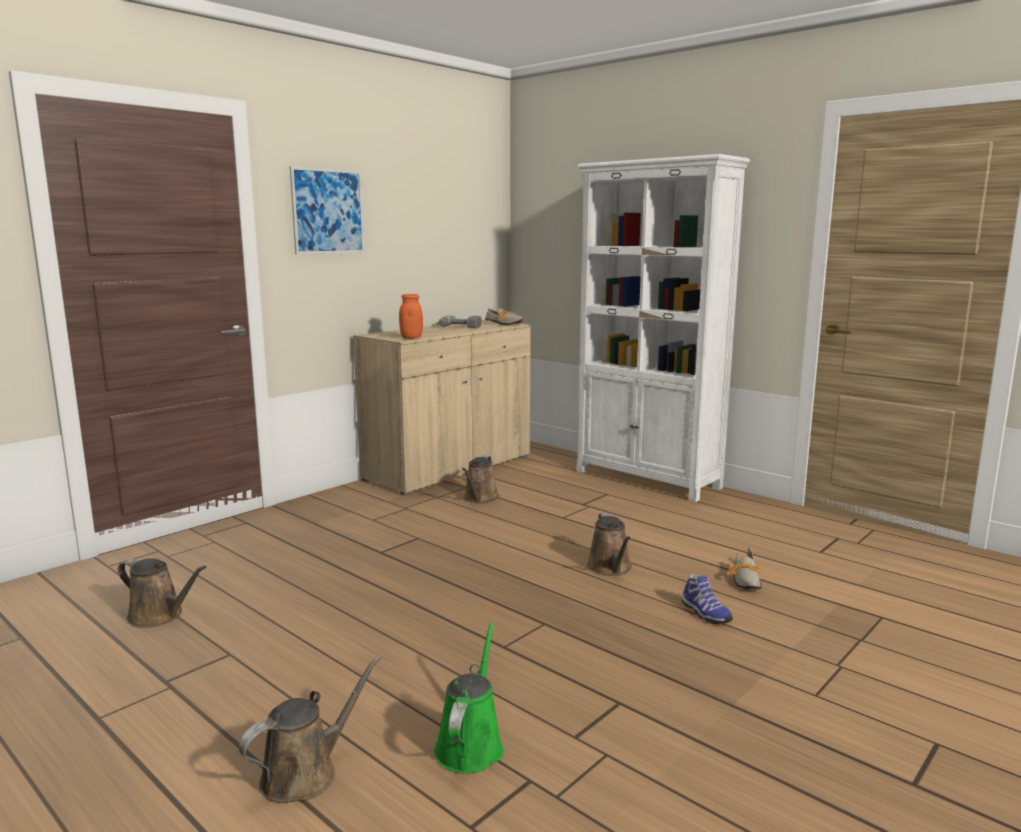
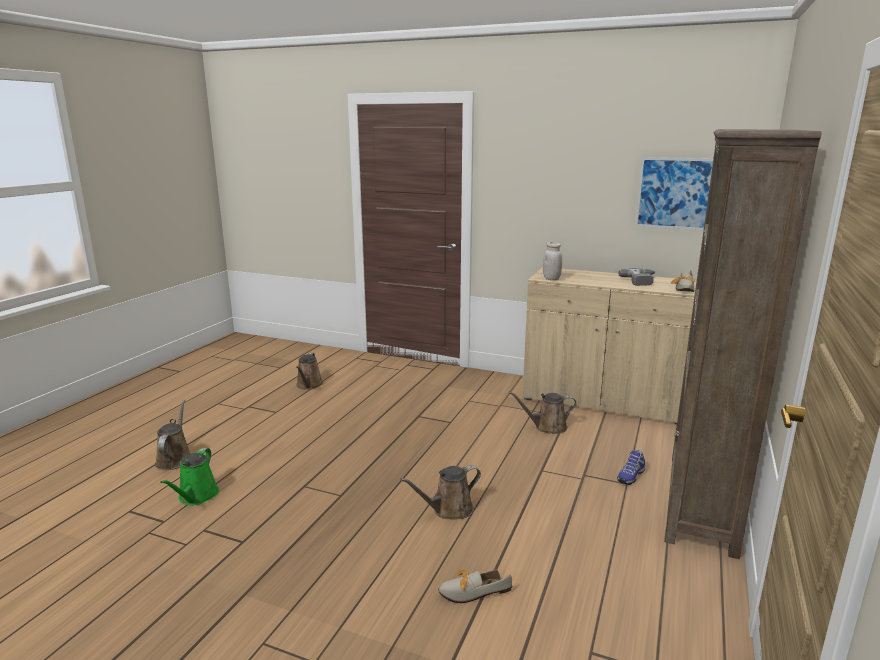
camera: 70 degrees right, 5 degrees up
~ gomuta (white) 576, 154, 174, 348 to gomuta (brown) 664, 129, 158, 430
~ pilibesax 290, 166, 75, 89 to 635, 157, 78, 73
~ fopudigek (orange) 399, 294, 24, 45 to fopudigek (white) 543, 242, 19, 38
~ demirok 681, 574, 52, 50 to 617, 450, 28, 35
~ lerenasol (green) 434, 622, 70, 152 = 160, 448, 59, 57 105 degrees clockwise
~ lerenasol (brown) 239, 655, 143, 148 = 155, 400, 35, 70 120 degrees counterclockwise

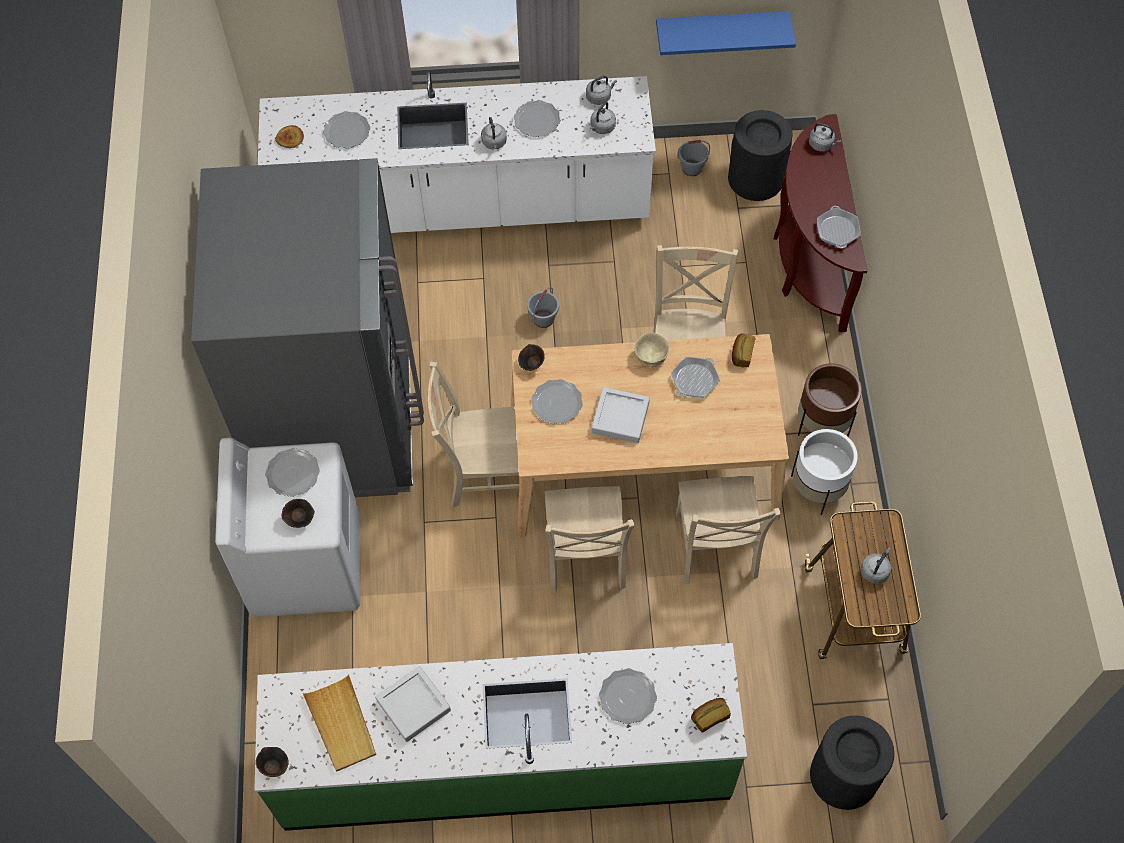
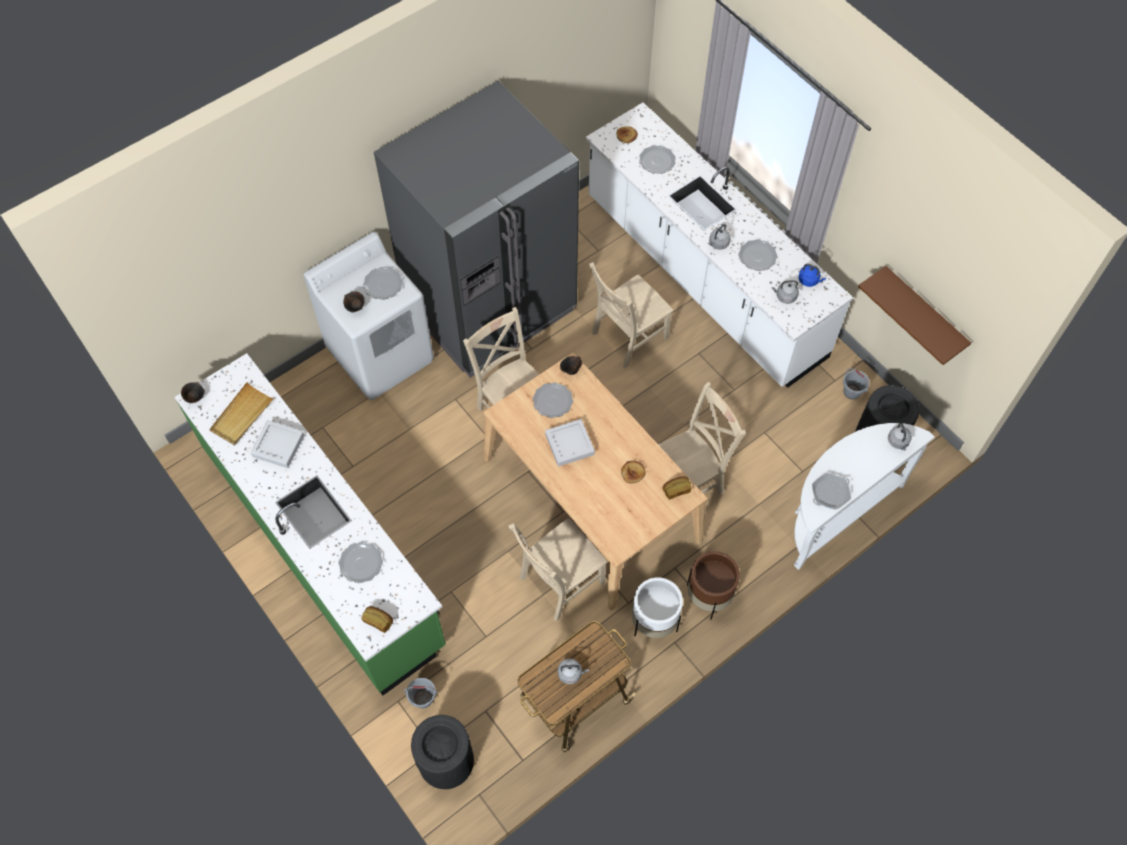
camera: 55 degrees right, 0 degrees up
~ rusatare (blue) 656, 11, 140, 44 to rusatare (brown) 858, 266, 113, 99
~ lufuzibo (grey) 586, 76, 31, 29 to lufuzibo (blue) 798, 264, 28, 23
~ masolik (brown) 774, 114, 93, 218 to masolik (white) 794, 423, 141, 147
~ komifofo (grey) 527, 287, 32, 41 to 404, 678, 33, 31
- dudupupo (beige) 634, 333, 36, 34
~ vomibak 671, 357, 49, 41 to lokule 621, 461, 25, 23
~ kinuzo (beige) 545, 486, 90, 108 to 589, 262, 84, 107

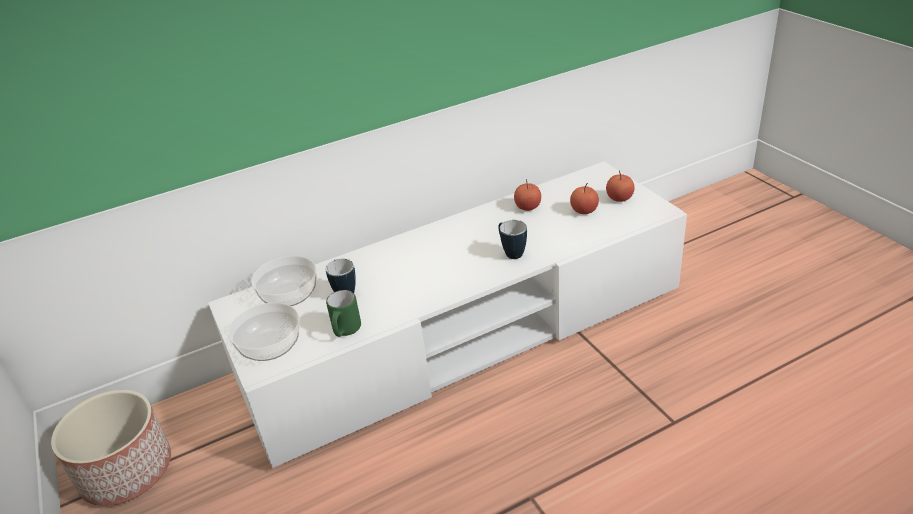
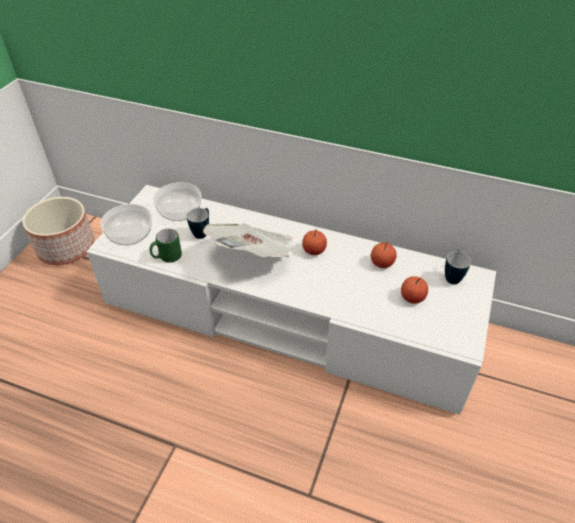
camera: 45 degrees right, 10 degrees up
~ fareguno 606, 170, 29, 32 to 302, 230, 25, 25
~ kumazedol 498, 220, 29, 39 to 445, 250, 26, 34
+ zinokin 203, 223, 90, 34

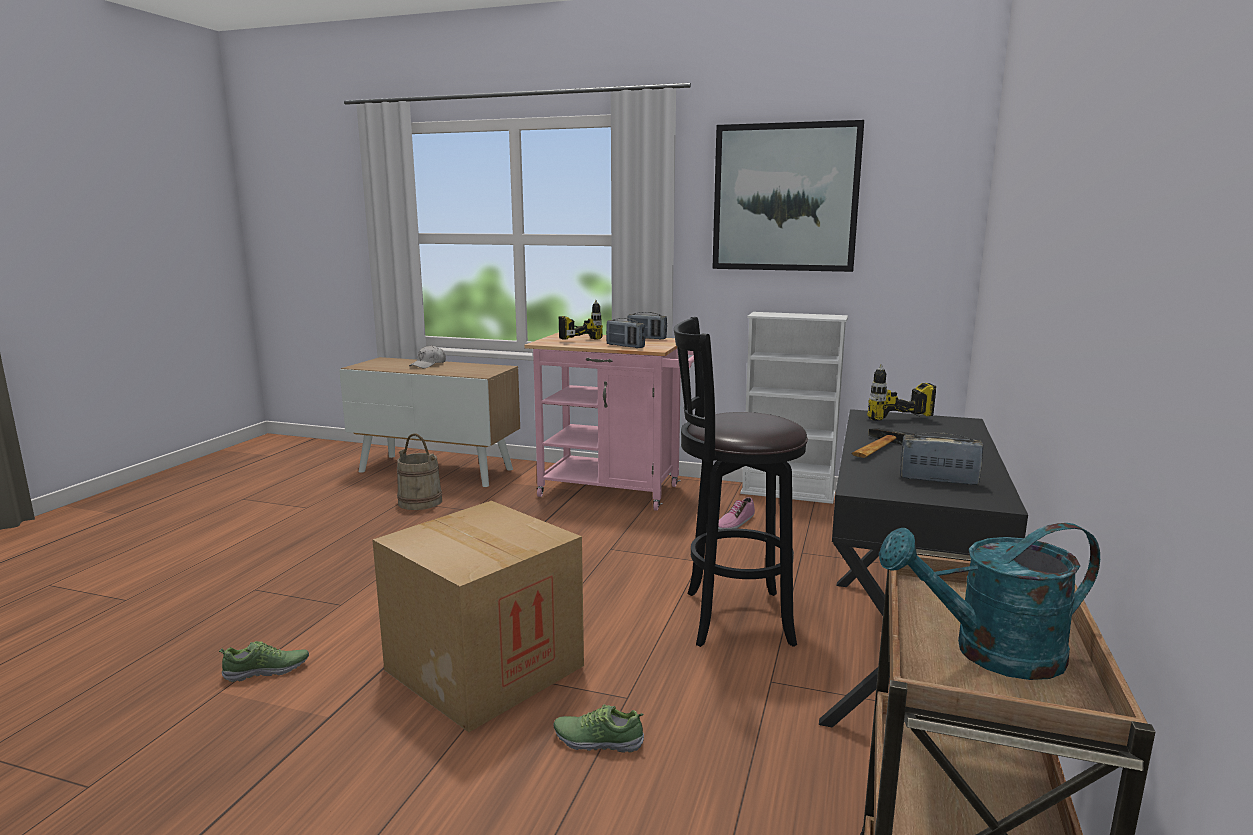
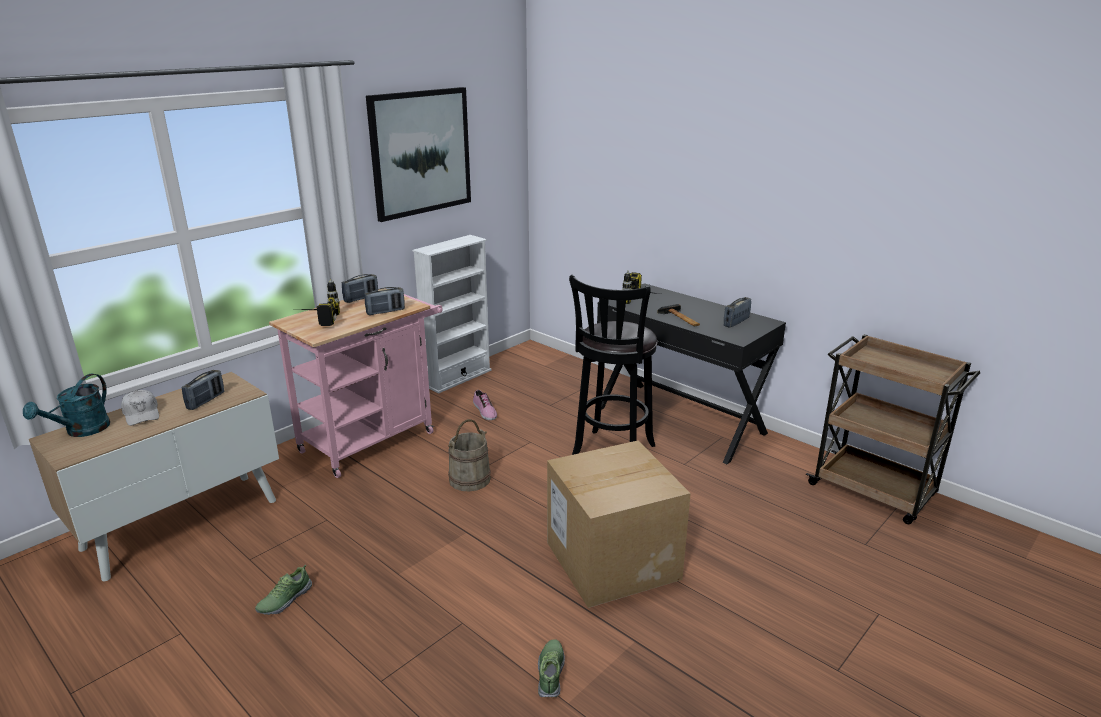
camera: 65 degrees left, 10 degrees up
~ komifofo (beige) 397, 433, 45, 77 to 448, 419, 43, 73
~ lerenasol (turquoise) 879, 523, 221, 157 to 23, 374, 87, 63
~ demirok 554, 704, 90, 49 to 255, 565, 57, 50
+ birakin 181, 370, 43, 40

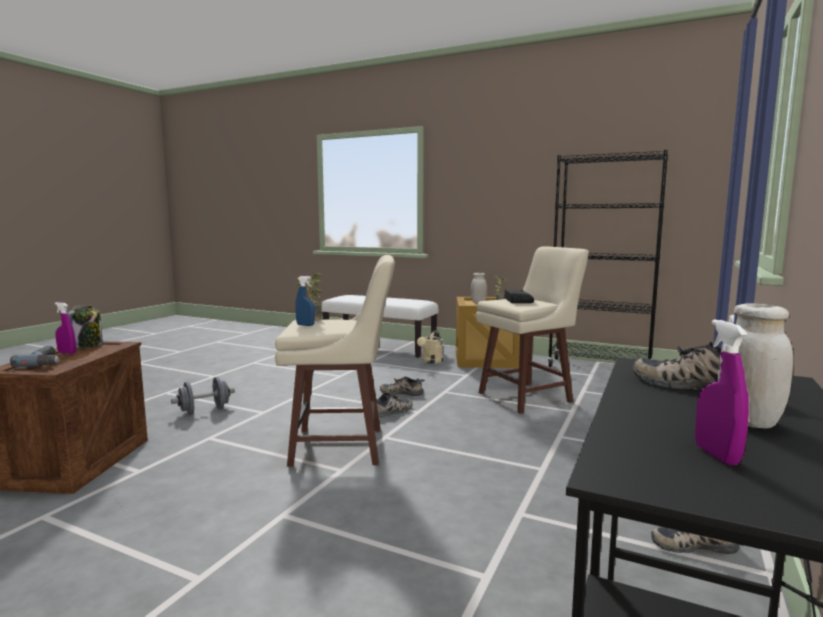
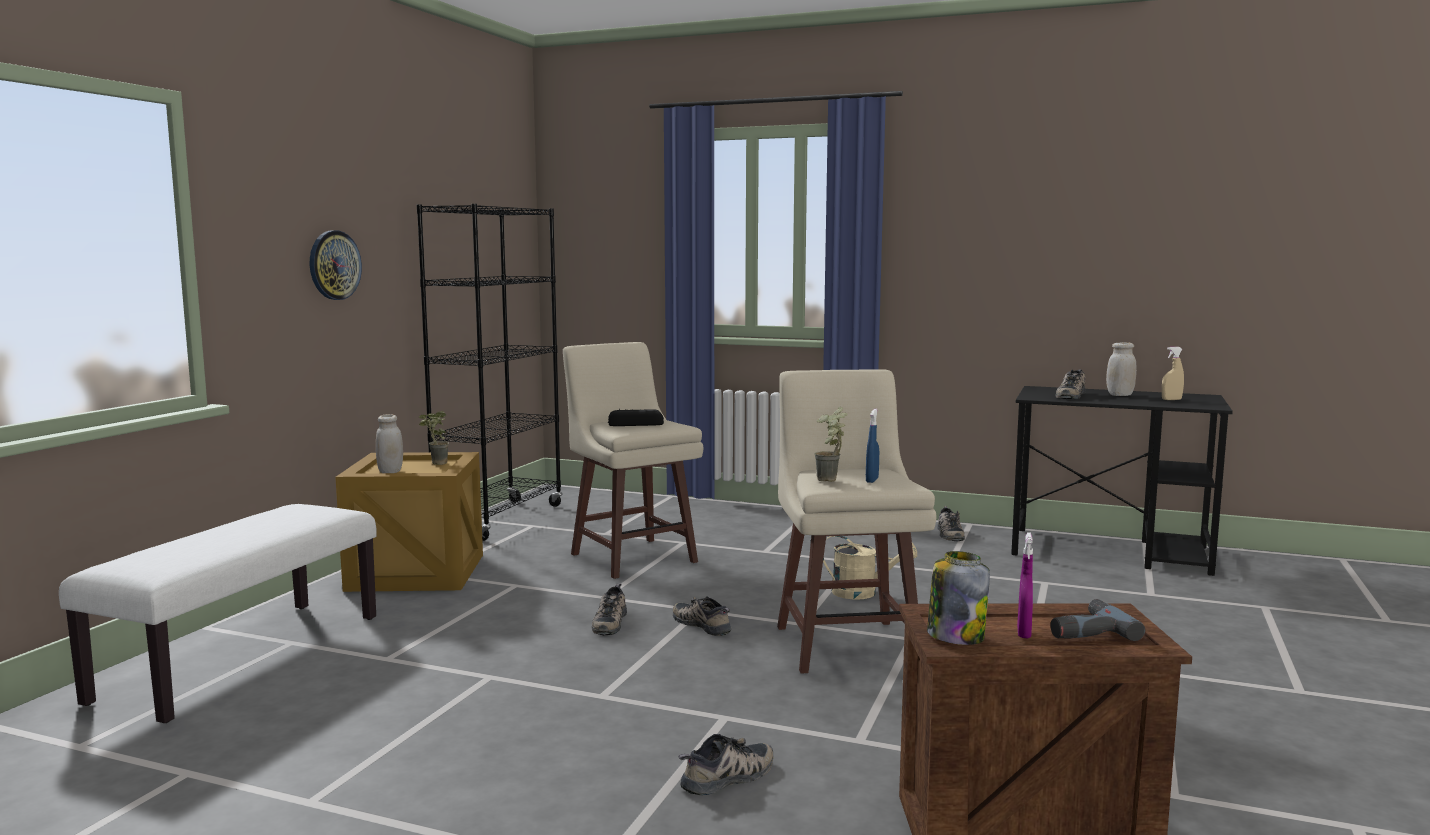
camera: 95 degrees left, 0 degrees up
~ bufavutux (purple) 695, 320, 54, 145 to bufavutux (beige) 1162, 347, 22, 53
~ lerenasol (beige) 417, 330, 26, 33 to 823, 536, 94, 63
~ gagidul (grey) 171, 377, 64, 38 to demirok 678, 734, 95, 61
+ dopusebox 310, 231, 52, 69

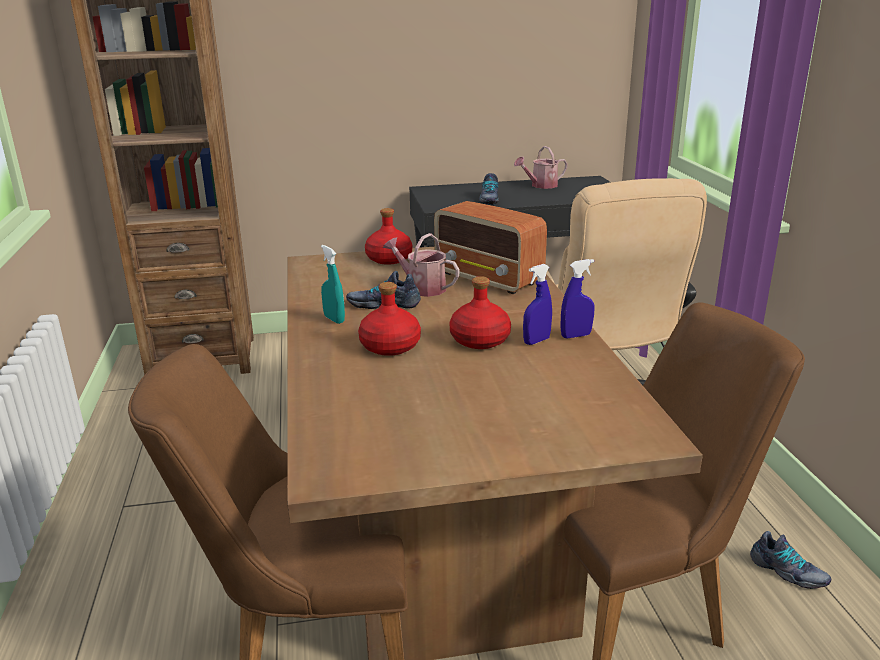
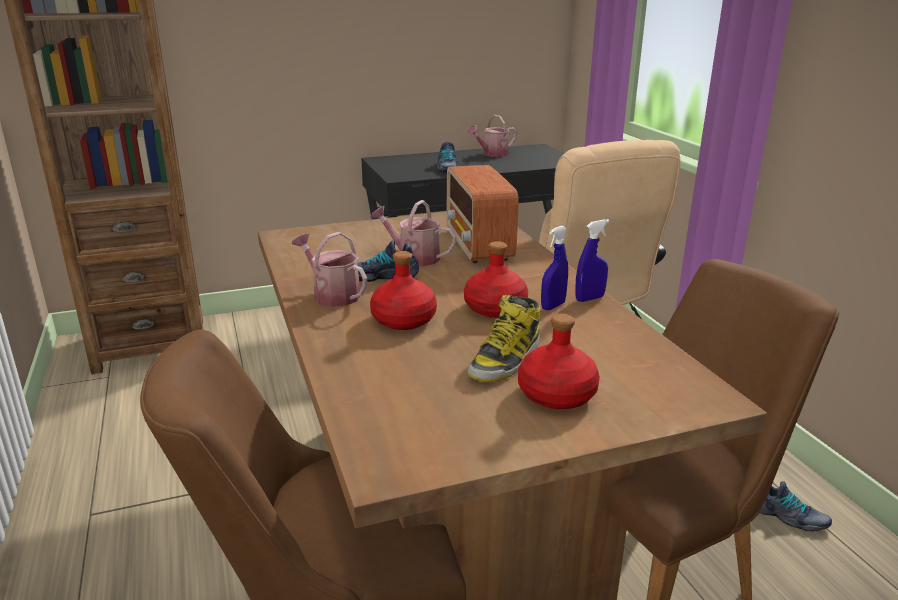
camera: 10 degrees left, 0 degrees up
~ birakin 434, 201, 113, 93 = 446, 165, 73, 98 45 degrees clockwise
~ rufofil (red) 365, 208, 47, 57 to 518, 314, 82, 95
~ bufavutux (turquoise) 321, 245, 24, 79 to lerenasol 292, 232, 75, 75
+ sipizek 468, 295, 73, 87

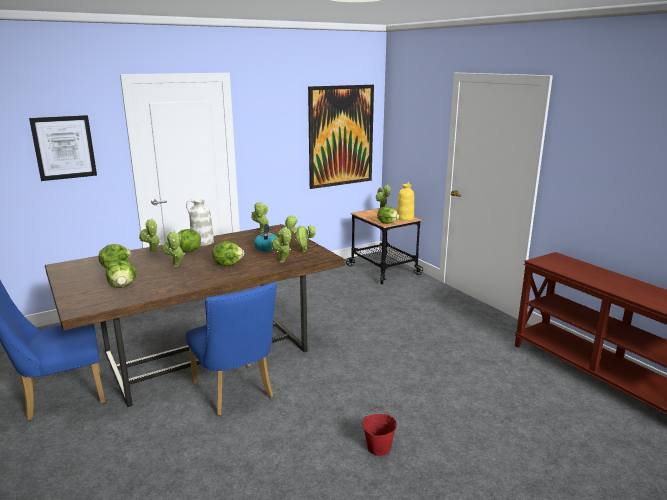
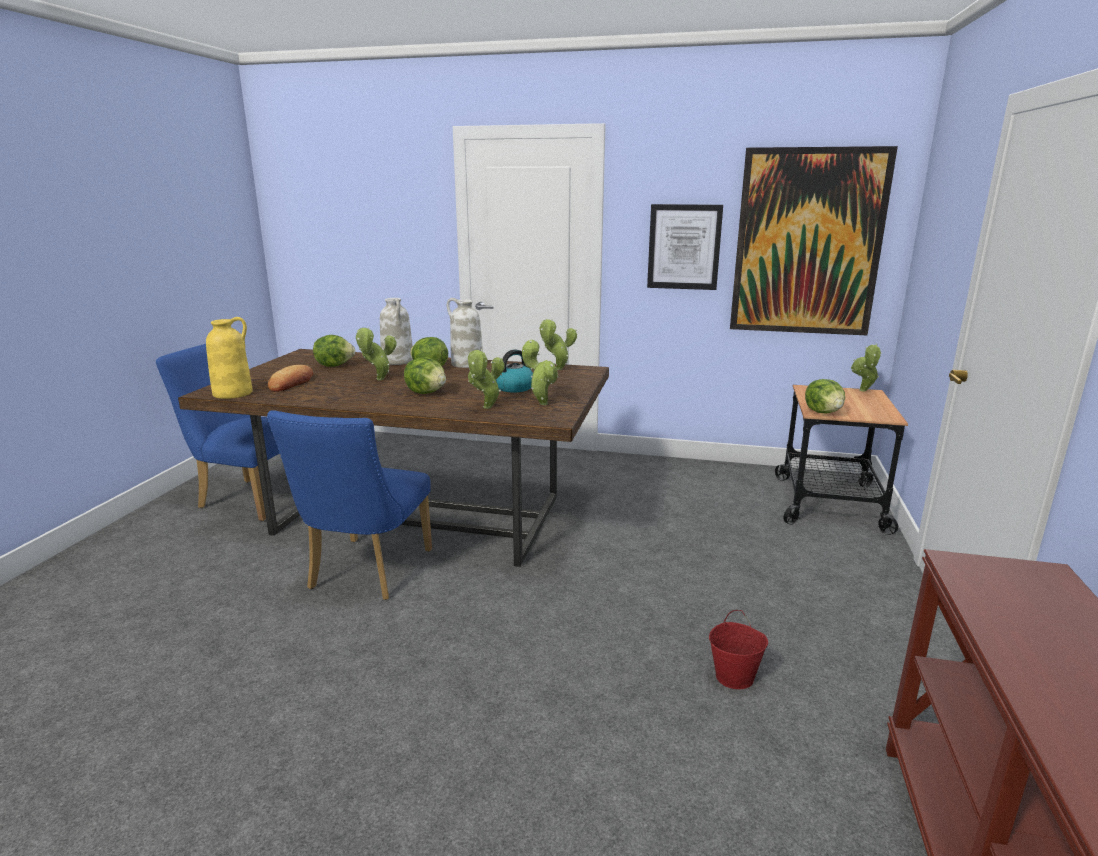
camera: 45 degrees right, 0 degrees up
~ pilibesax 29, 115, 68, 66 to 647, 204, 76, 86
~ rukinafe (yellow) 397, 182, 17, 39 to 206, 317, 47, 82
~ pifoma 139, 218, 22, 35 to rukinafe (white) 380, 298, 33, 67
~ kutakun 106, 261, 30, 27 to lokule 268, 365, 45, 27
~ komifofo (red) 363, 407, 34, 49 to 709, 610, 59, 79

